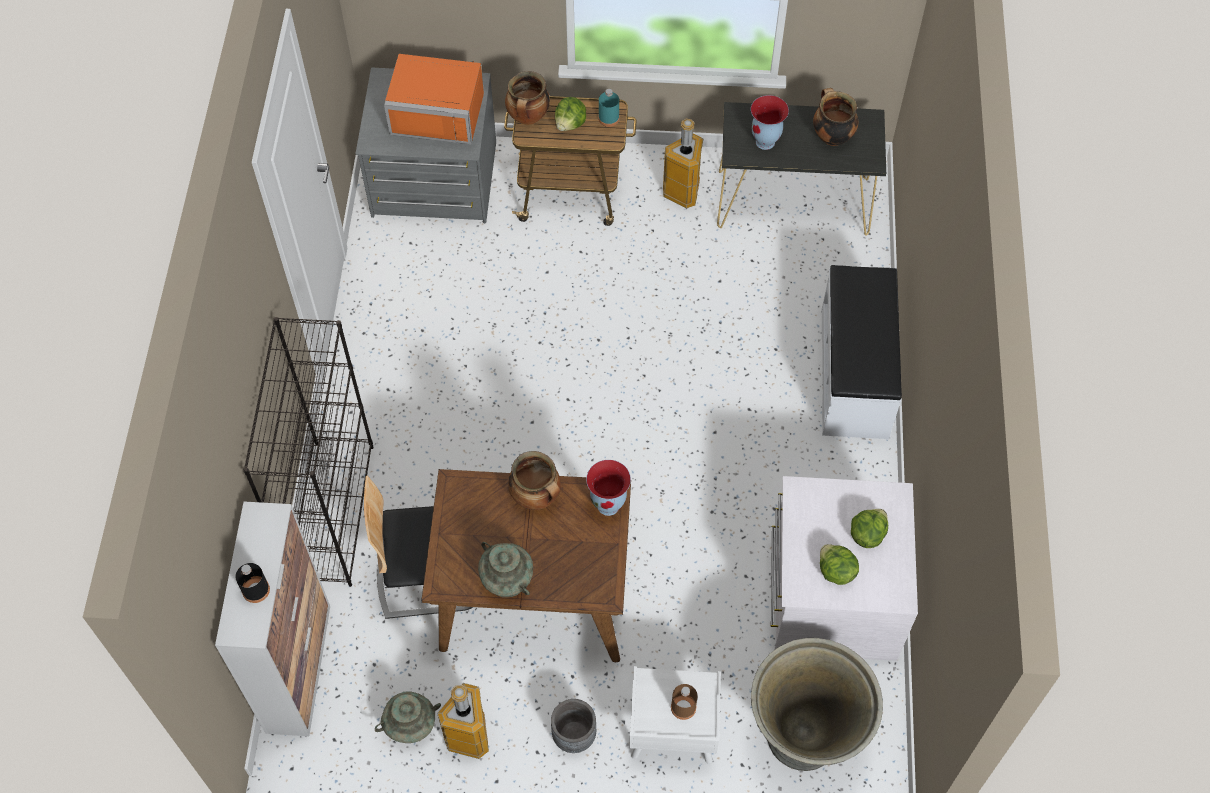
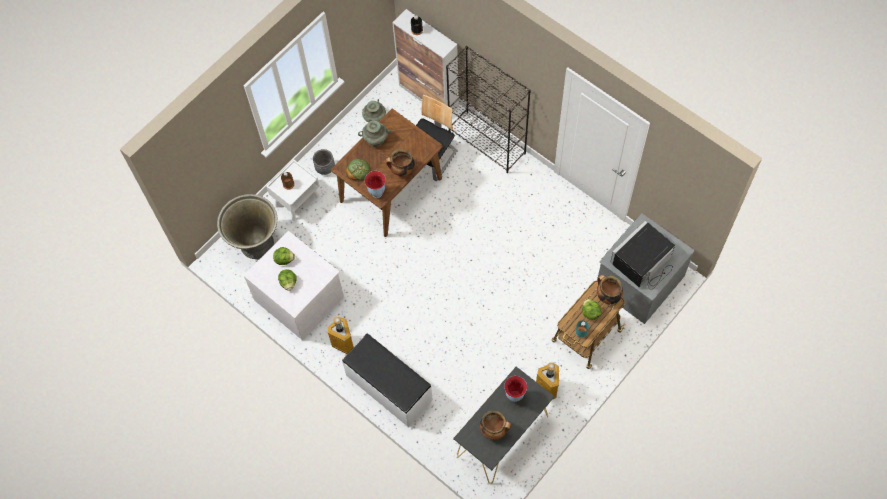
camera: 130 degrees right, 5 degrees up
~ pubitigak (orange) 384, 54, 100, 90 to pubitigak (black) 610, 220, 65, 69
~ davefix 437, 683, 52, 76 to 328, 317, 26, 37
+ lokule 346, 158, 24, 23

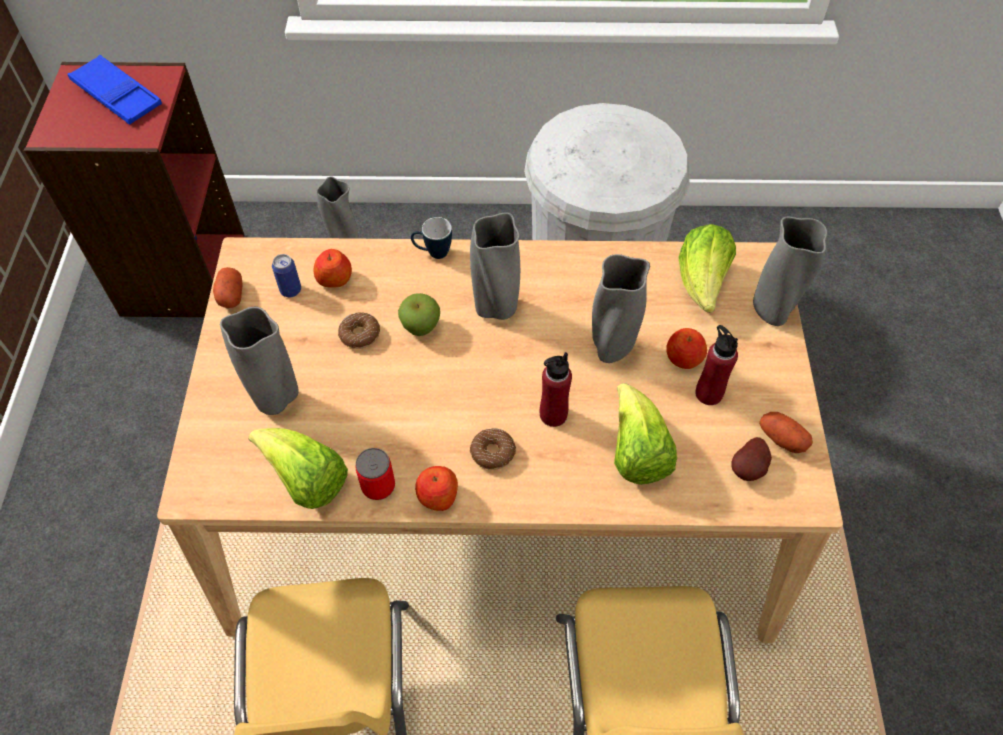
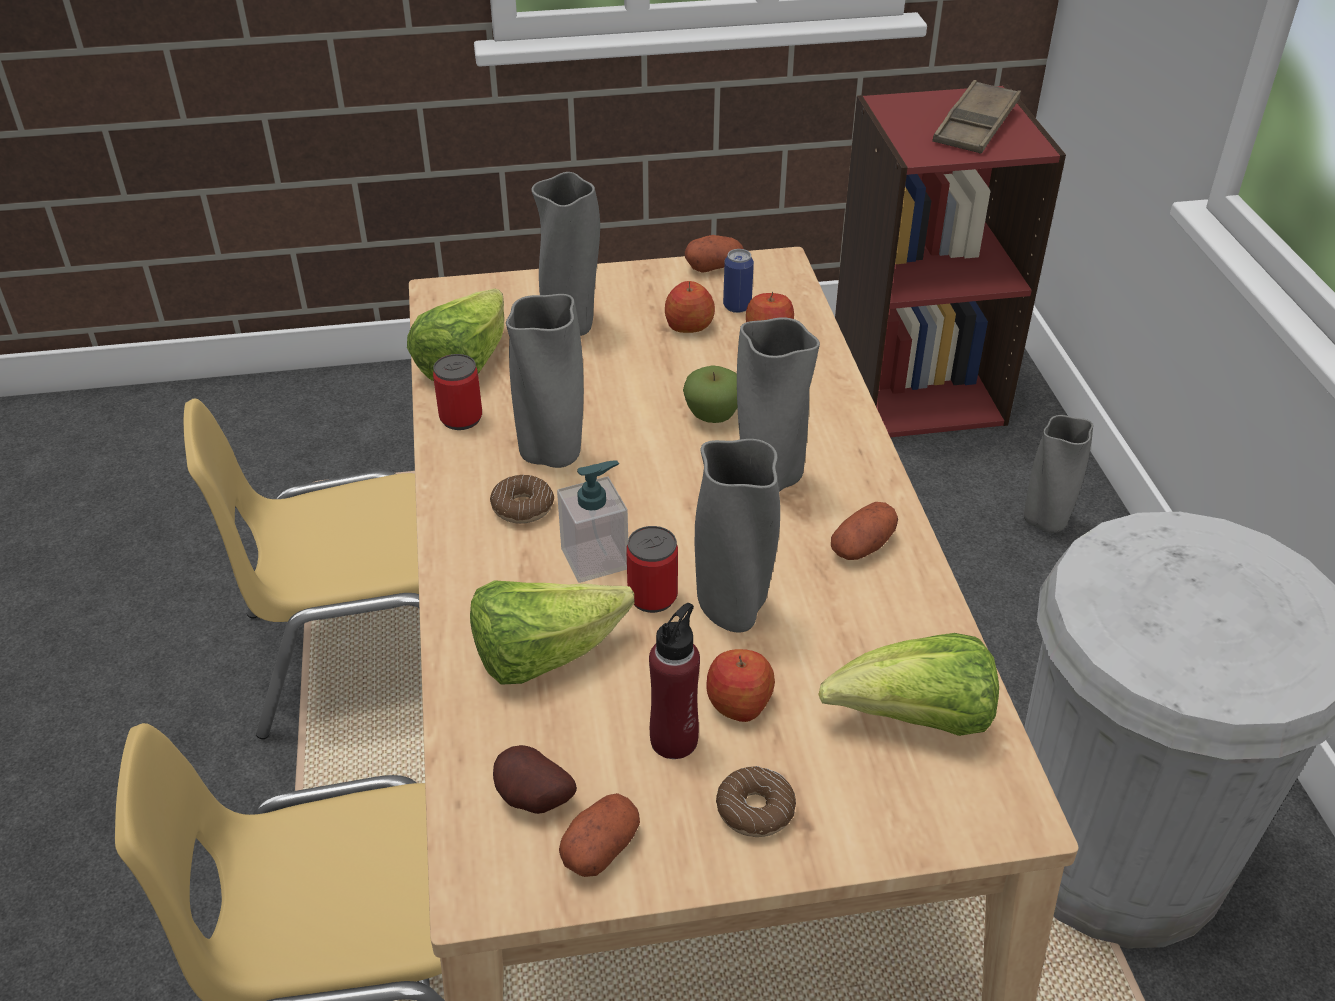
camera: 80 degrees right, 15 degrees down
~ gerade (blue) 67, 55, 95, 70 to gerade (brown) 932, 80, 89, 74
- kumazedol 411, 217, 41, 42
~ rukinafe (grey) 753, 217, 74, 109 to 506, 294, 78, 174
~ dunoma 338, 312, 42, 37 to 716, 766, 80, 71
~ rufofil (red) 540, 352, 32, 75 to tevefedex 557, 461, 71, 122
~ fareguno 415, 466, 43, 45 to 665, 281, 50, 52
+ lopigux 831, 502, 67, 58
+ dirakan 627, 526, 51, 87

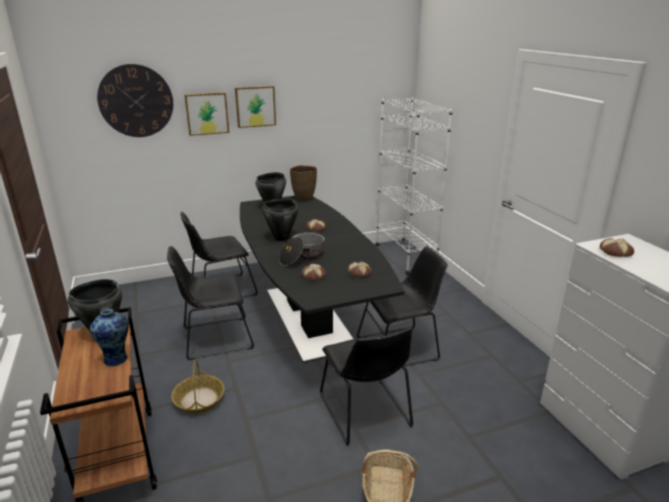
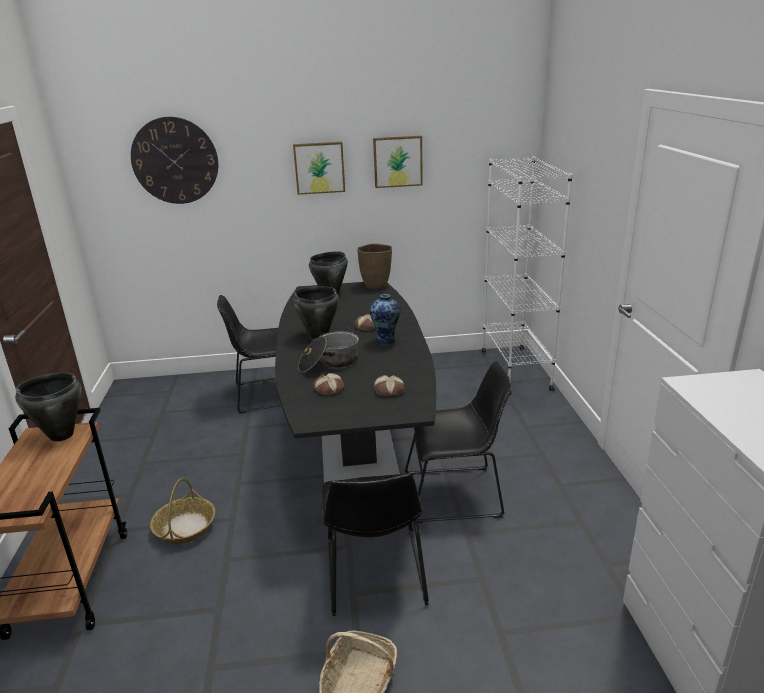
camera: 15 degrees right, 0 degrees up
~ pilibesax 184, 92, 45, 44 to 373, 136, 50, 52
- lokule 600, 238, 34, 19
- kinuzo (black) 167, 246, 87, 114
~ rukinafe 90, 309, 39, 58 to 370, 294, 31, 52

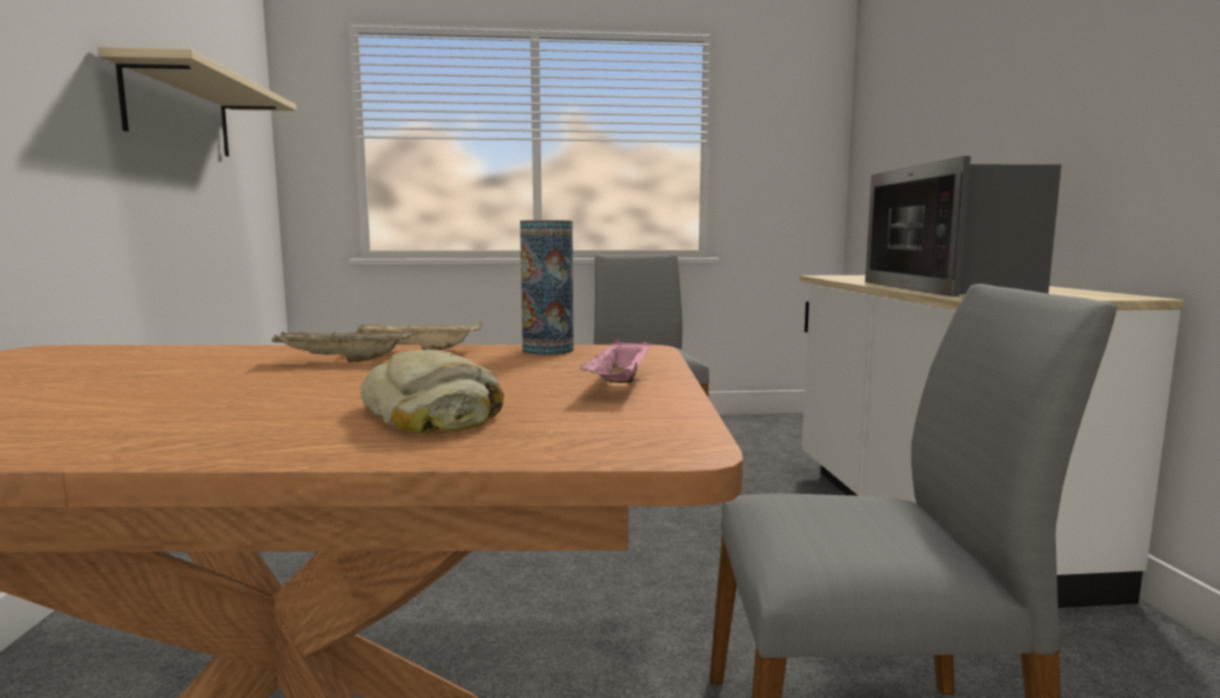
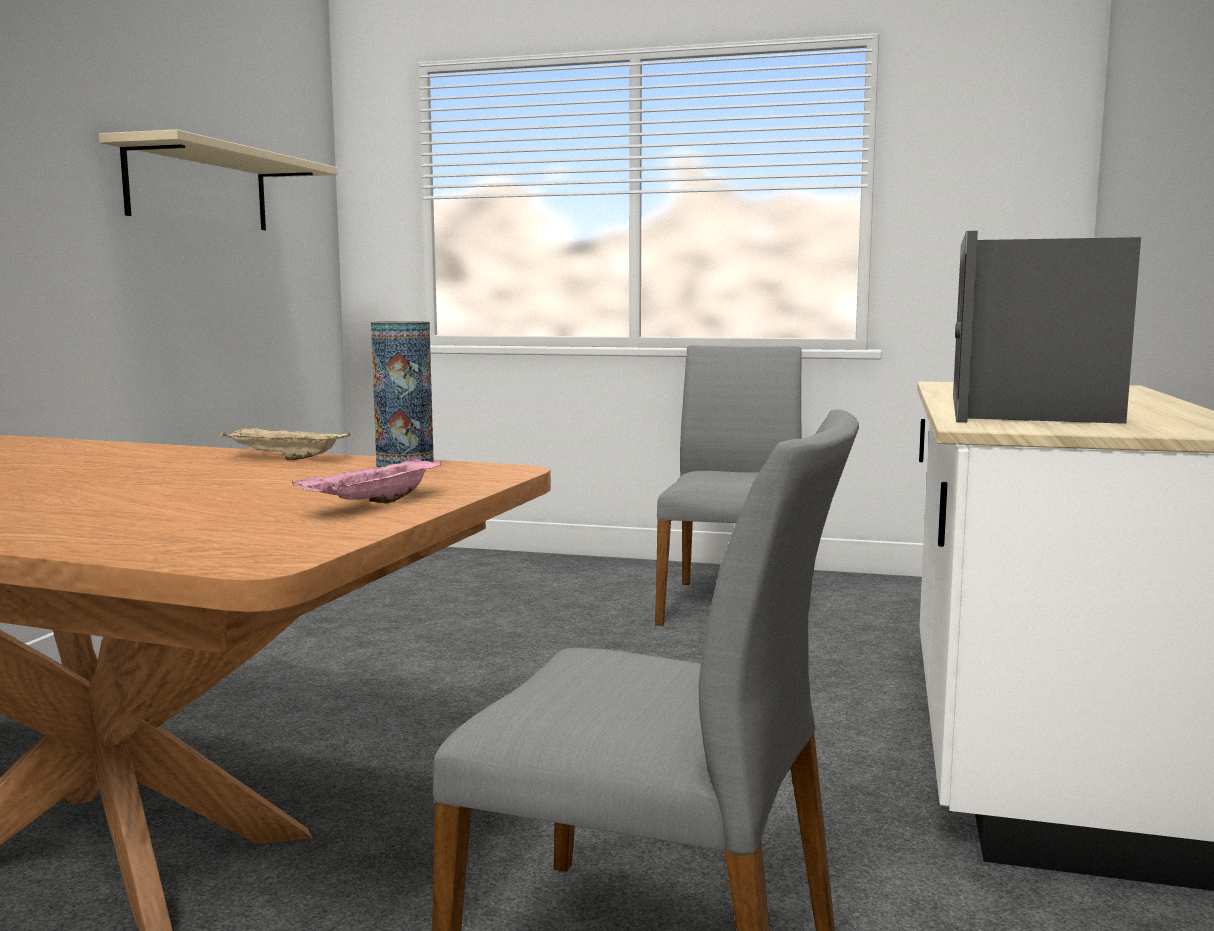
camera: 20 degrees right, 0 degrees up
- gerade (beige) 272, 330, 142, 32
- lokule 360, 350, 144, 84

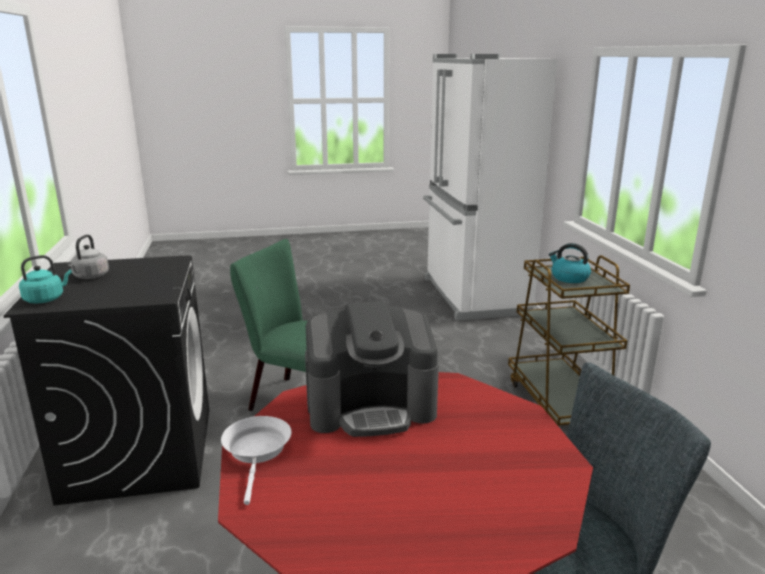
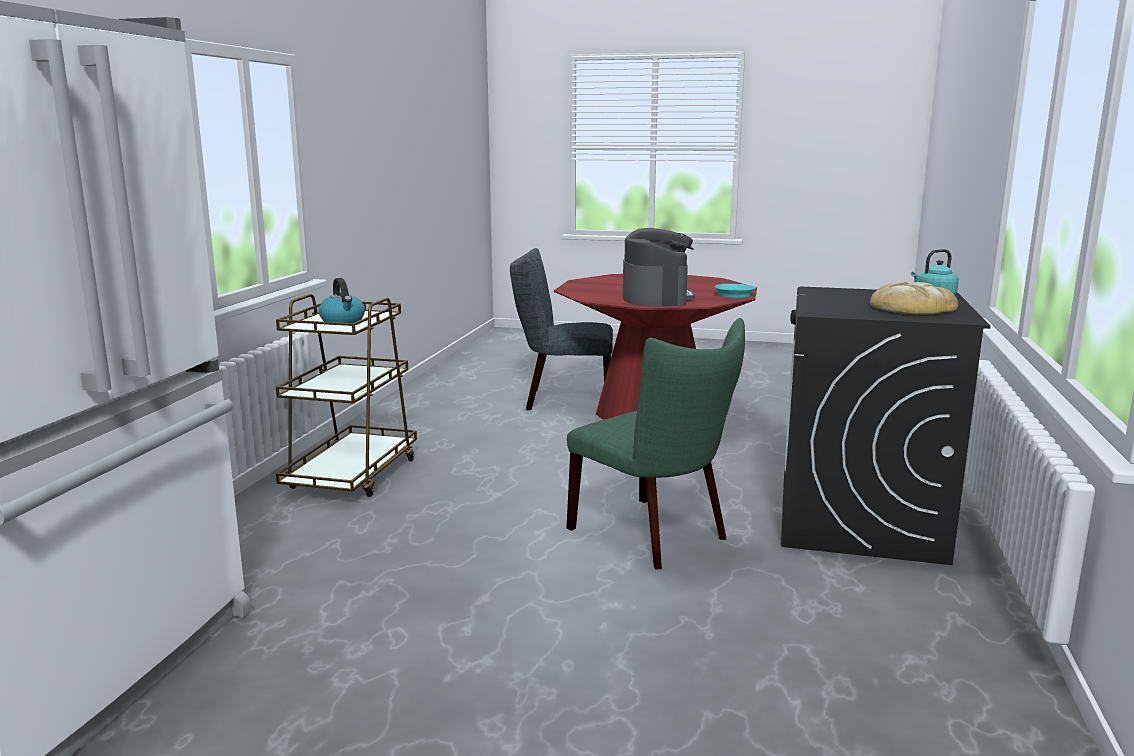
camera: 155 degrees left, 5 degrees down
~ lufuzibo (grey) 68, 235, 41, 44 to lokule 870, 282, 88, 33
~ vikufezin 305, 301, 134, 136 = 623, 228, 72, 78 75 degrees clockwise
~ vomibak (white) 221, 416, 71, 89 to vomibak (turquoise) 715, 284, 41, 14

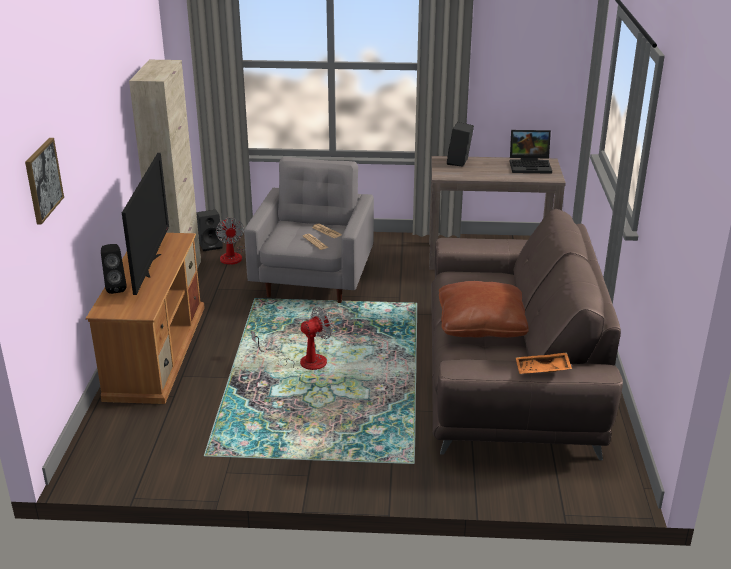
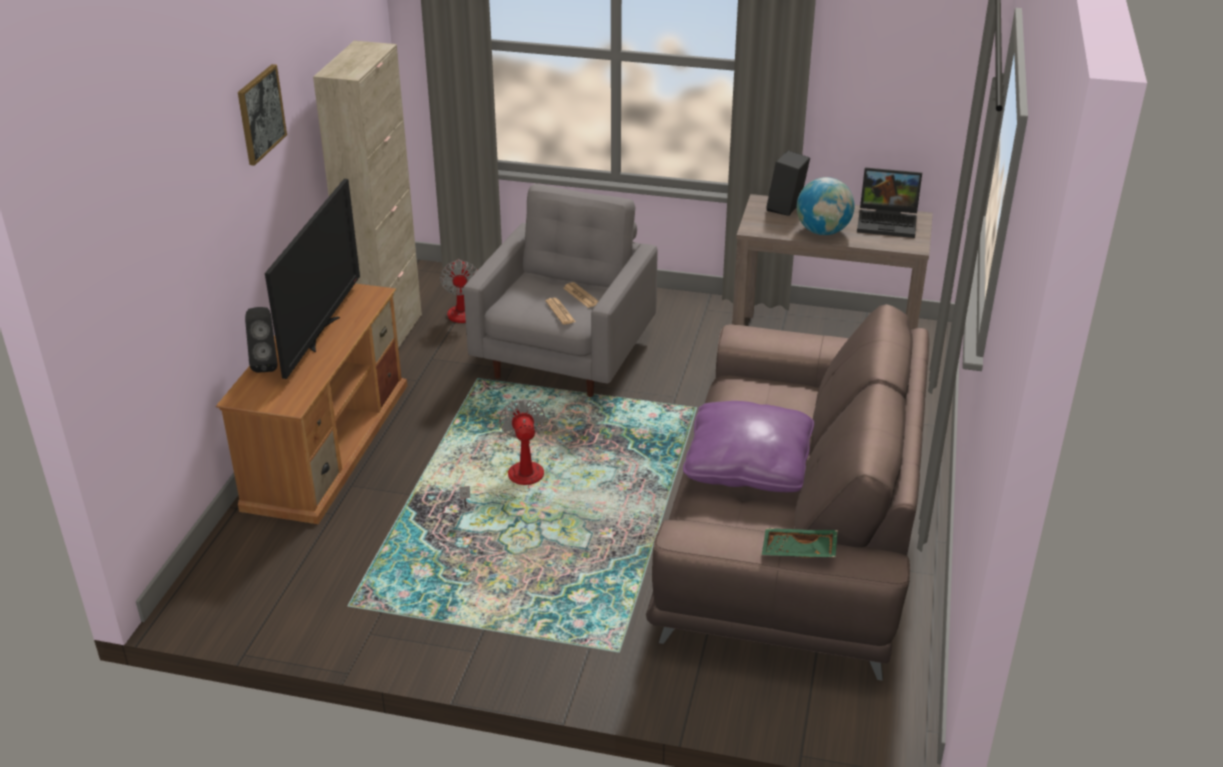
camera: 10 degrees right, 5 degrees up
~ pilibesax 25, 138, 39, 86 to 238, 64, 49, 102
- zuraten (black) 196, 210, 27, 41
~ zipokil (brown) 439, 281, 90, 57 to zipokil (purple) 683, 401, 131, 91
~ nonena 251, 307, 82, 63 = 459, 399, 86, 109 75 degrees counterclockwise
~ gerade (orange) 516, 352, 56, 22 to gerade (green) 762, 528, 76, 30
+ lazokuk 797, 177, 58, 58

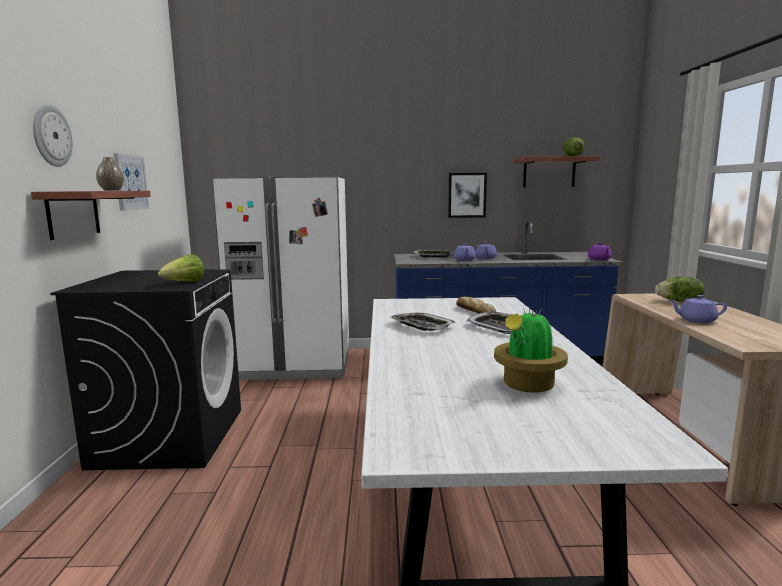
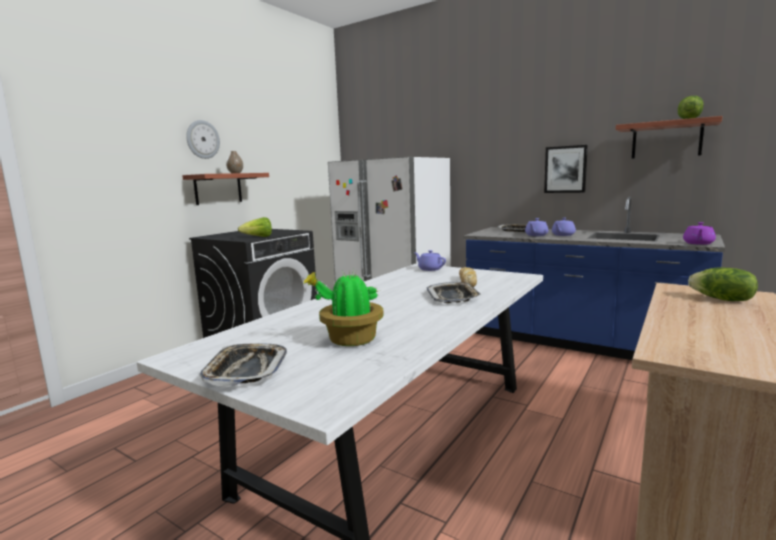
camera: 35 degrees right, 0 degrees up
- pilibesax 113, 153, 36, 58
~ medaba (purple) 670, 295, 57, 28 to 414, 250, 32, 21
~ gerade 390, 313, 66, 18 to 200, 343, 87, 44

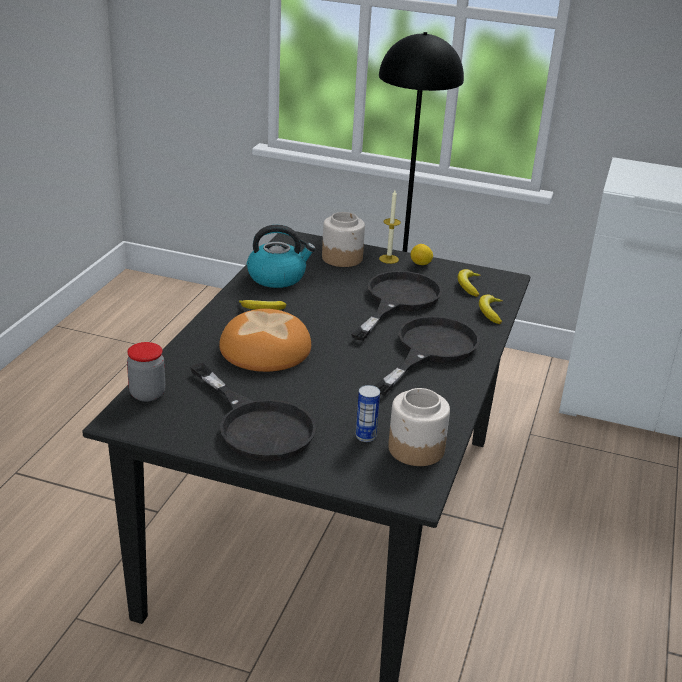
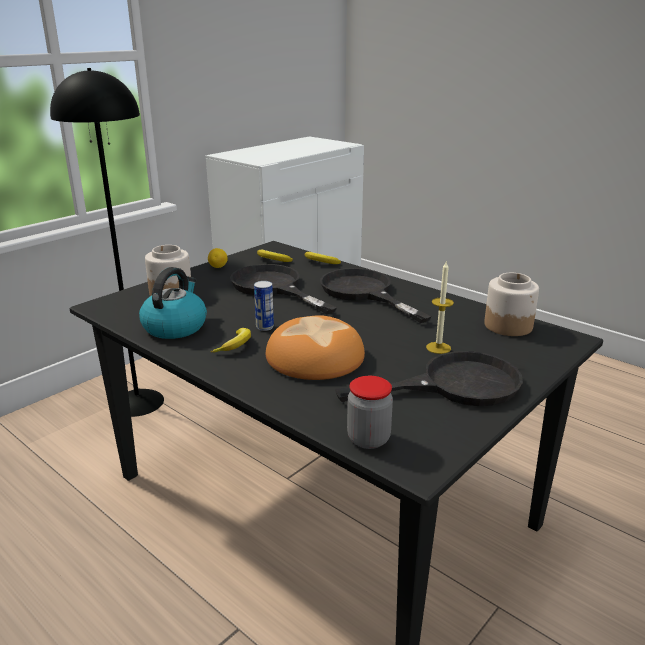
camera: 65 degrees left, 5 degrees down
~ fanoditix 379, 190, 22, 74 to 426, 260, 28, 94
~ dirakan 355, 385, 25, 57 to 254, 281, 20, 50

